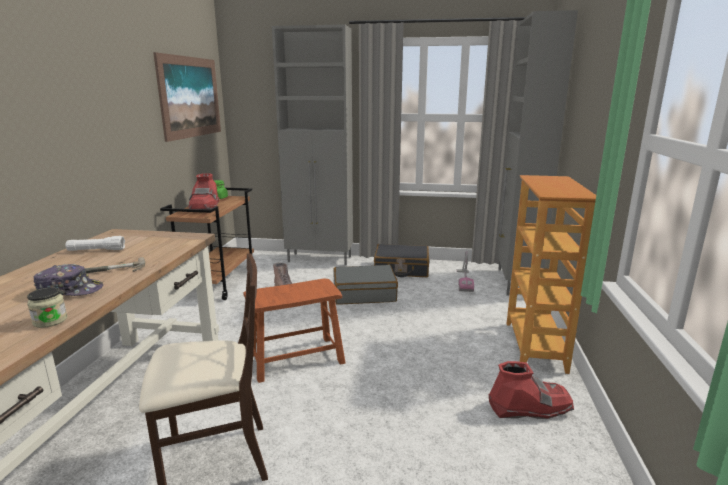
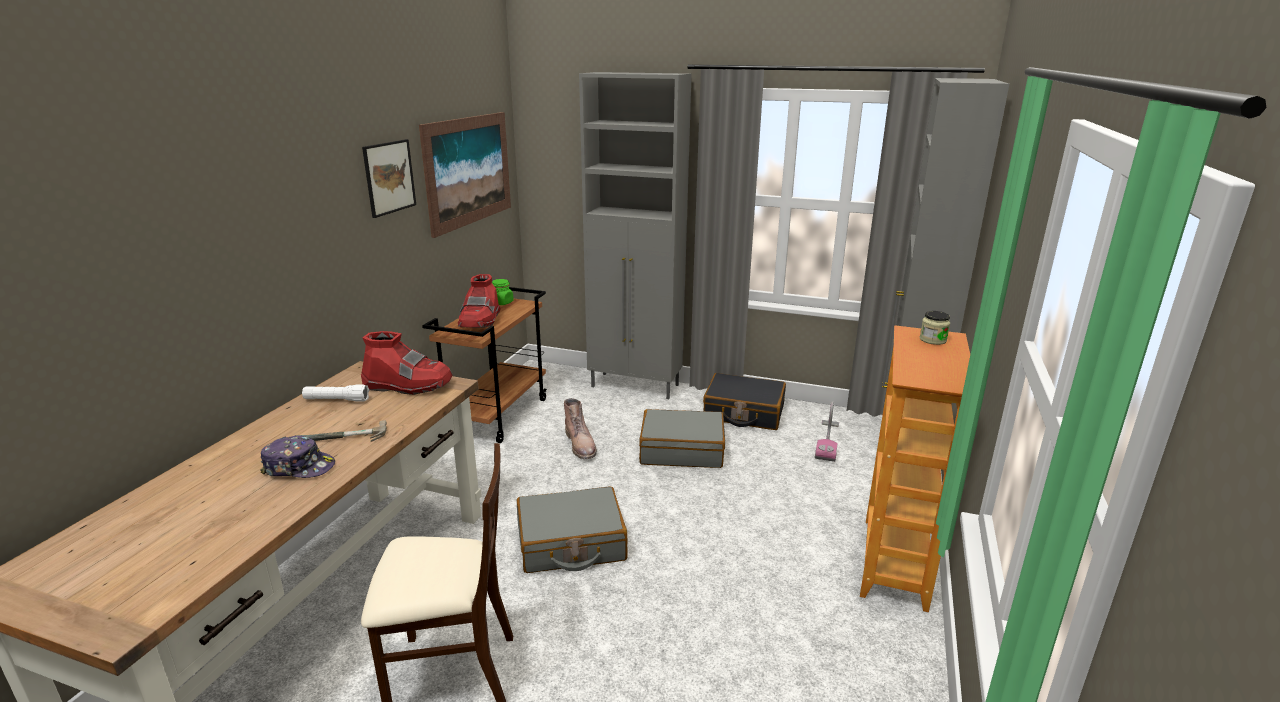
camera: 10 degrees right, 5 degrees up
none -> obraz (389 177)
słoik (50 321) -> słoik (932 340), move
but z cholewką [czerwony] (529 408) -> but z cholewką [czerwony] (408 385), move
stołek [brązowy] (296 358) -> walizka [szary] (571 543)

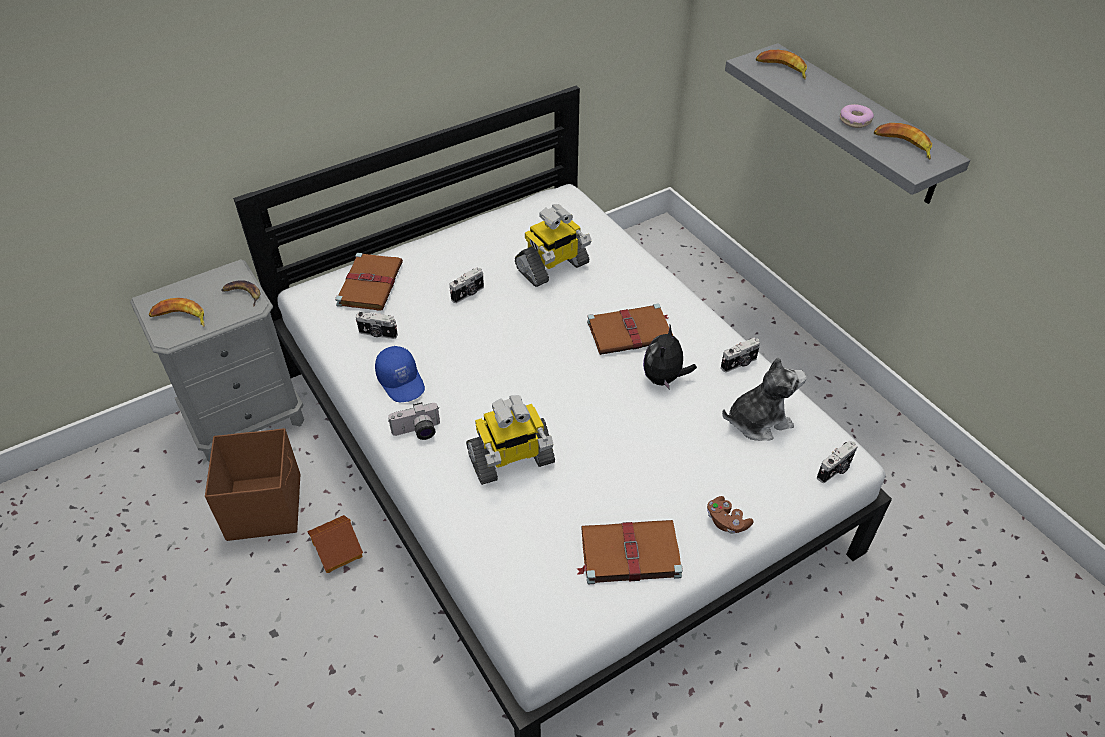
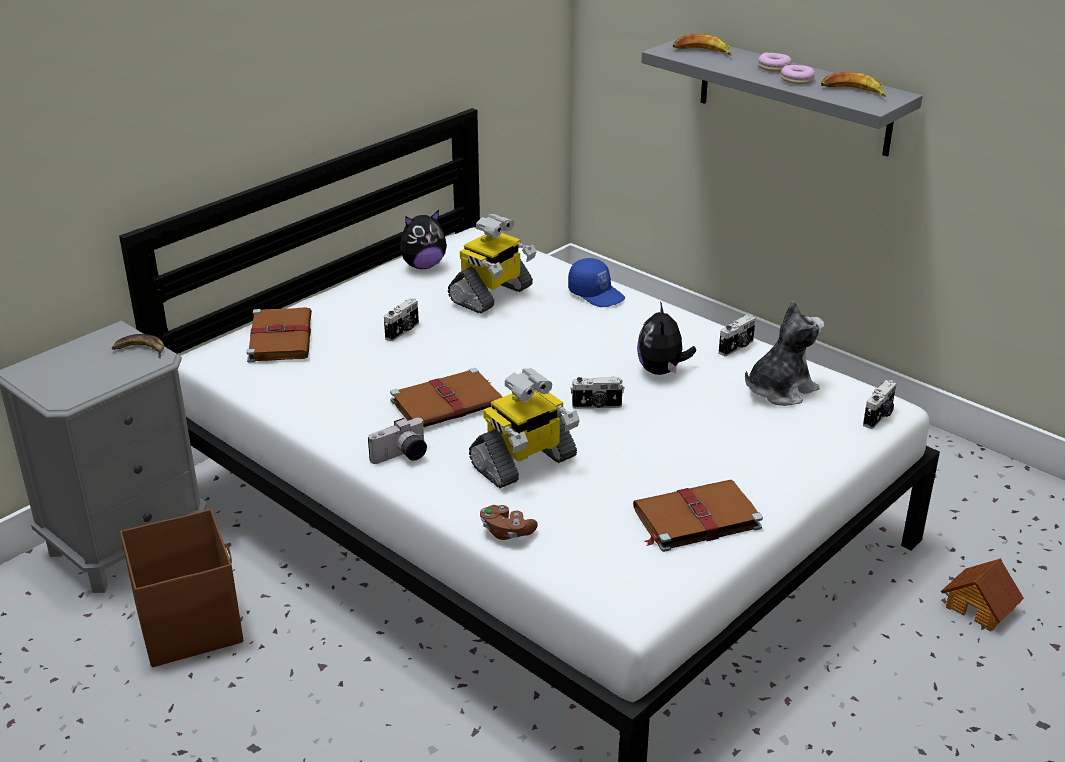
camera: 15 degrees left, 15 degrees down
banan (180 318) -> none
none -> pluszak (423 266)
none -> donut (774 67)
domek (338 549) -> domek (980 607), move
aparat fotograficzny (377 334) -> aparat fotograficzny (597 406), move
czapka z daszkiem [niebieski] (402 381) -> czapka z daszkiem [niebieski] (596 294), move
książka [brązowy] (631 332) -> książka [brązowy] (448 402), move
pad do gier [brązowy] (726 521) -> pad do gier [brązowy] (506 532), move

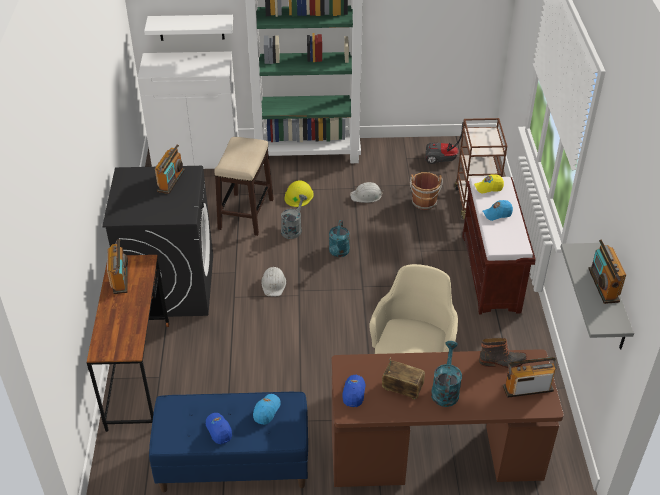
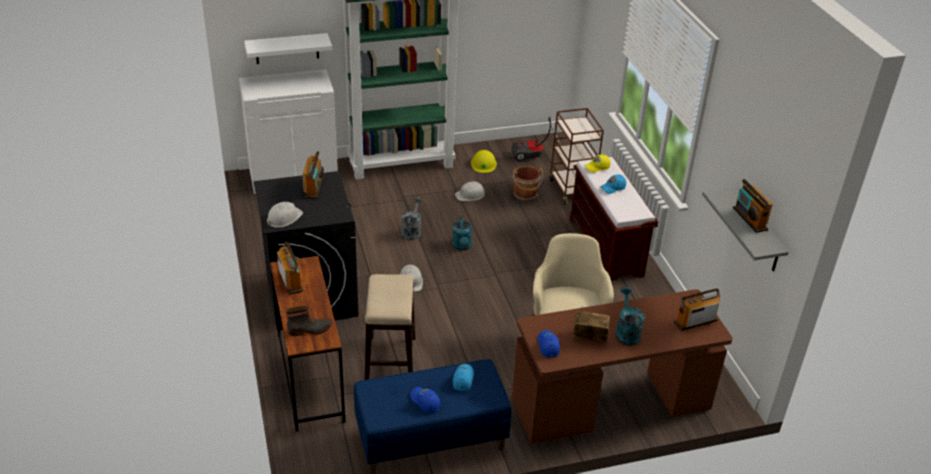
camera: 15 degrees left, 5 degrees down
none -> kask [biały] (284 218)
stołek (246 214) -> stołek (390 360), move
kask [żółty] (298 195) -> kask [żółty] (483 164), move
but z cholewką (502 362) -> but z cholewką (310 330), move

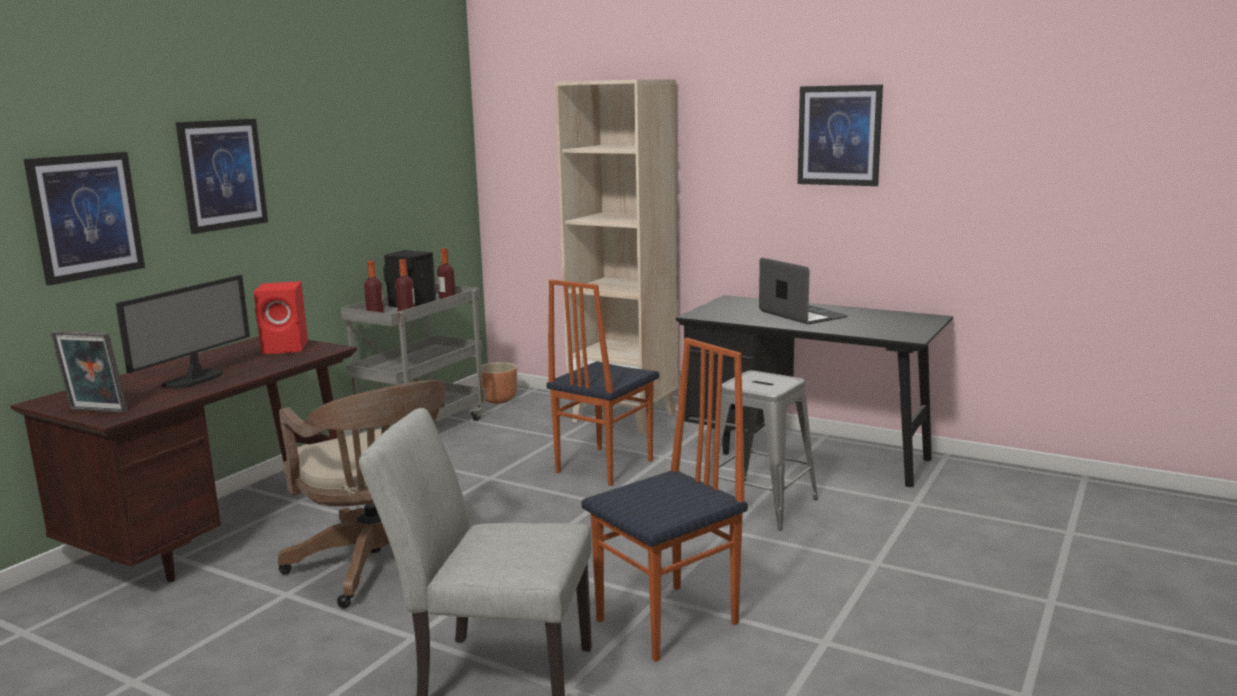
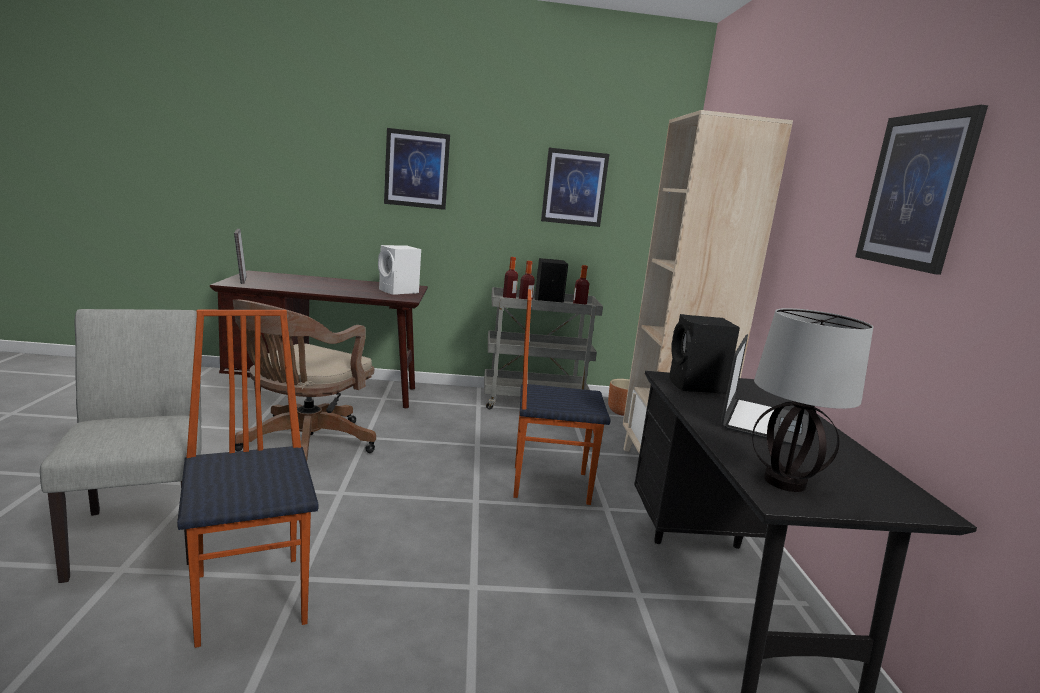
camera: 55 degrees right, 0 degrees up
monitor (195 380) -> none
stołek [szary] (761 504) -> none
none -> głośnik [czarny] (696 386)
none -> lampa stołowa (783 481)
obraz (86 216) -> obraz (574 187), move
głośnik [czerwony] (287 347) -> głośnik [biały] (399 291)
krzesło (670 622) -> krzesło (253 596), 135 degrees counterclockwise

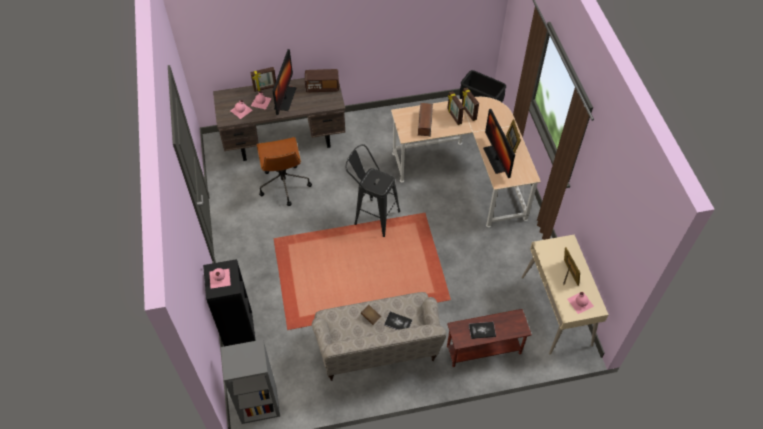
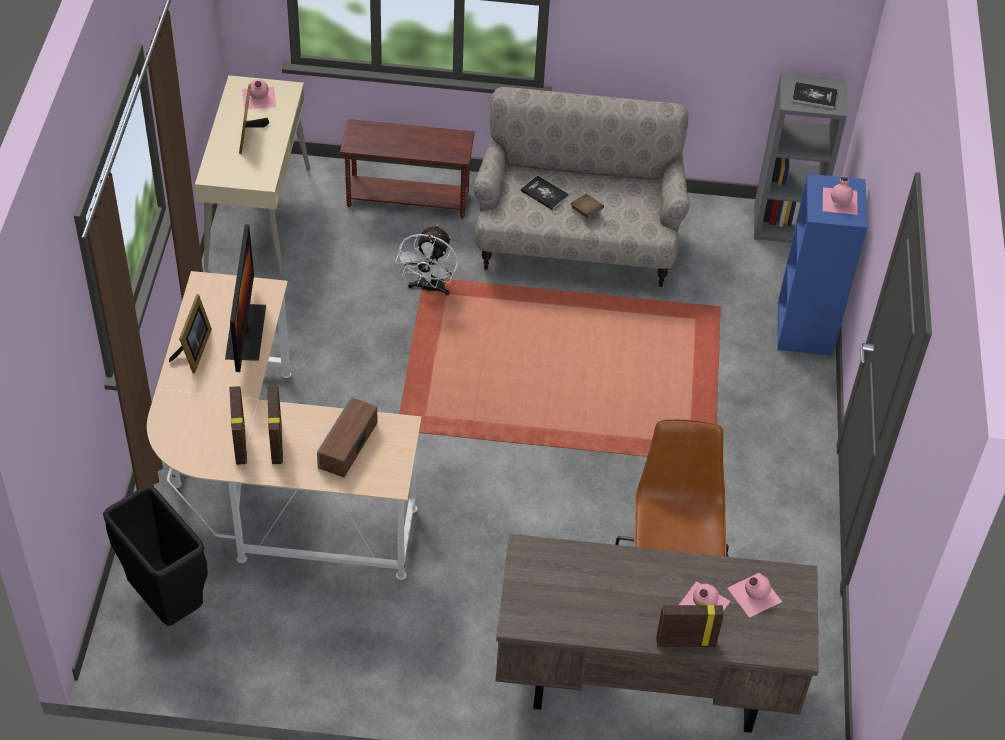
camera: 165 degrees left, 5 degrees down
monitor (285 98) -> none
radio (322 87) -> none
stołek [czarny] (372 215) -> none
none -> wentylator [biały] (429 288)
książka (482 330) -> książka (814 96), move
regał [czarny] (238 329) -> regał [niebieski] (805 329)

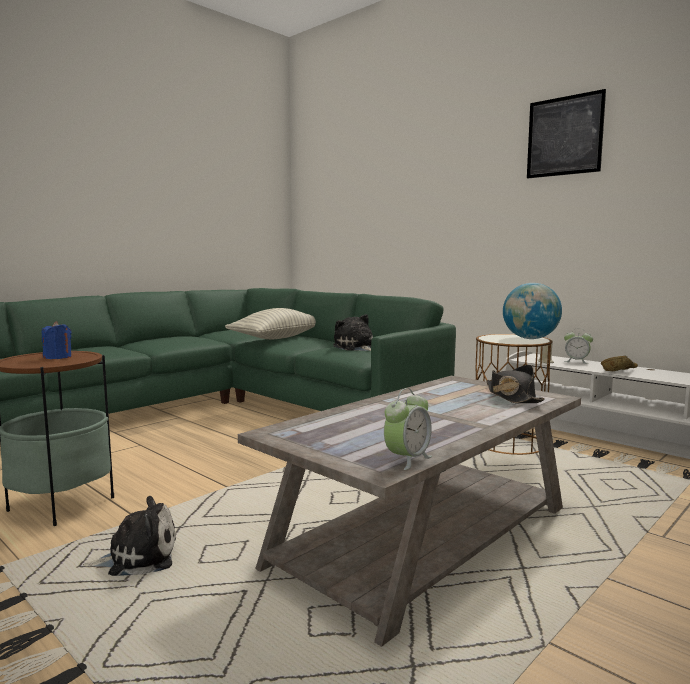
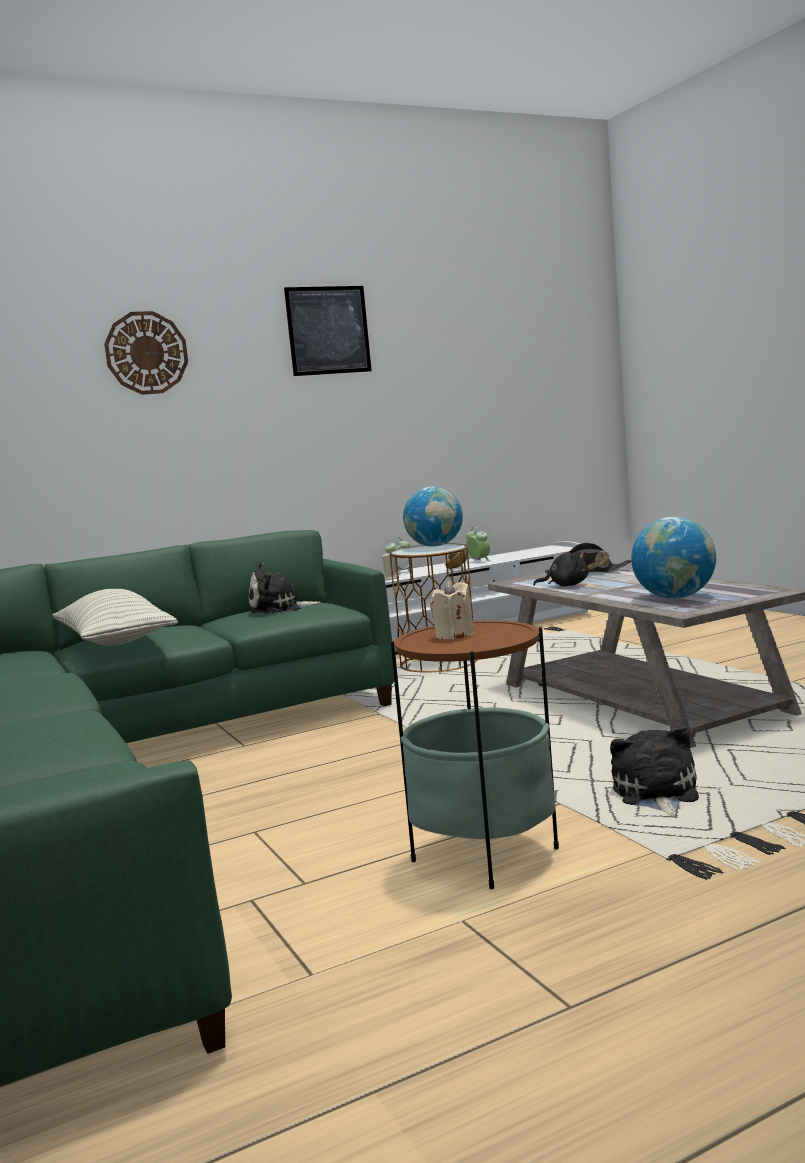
camera: 70 degrees left, 0 degrees up
none -> zegar ścienny (146 353)
none -> pluszak [czarny] (566 585)
none -> globus (675 597)
budzik (407 459) -> budzik (479 561), move
świeca [niebieski] (58 357) -> świeca [beżowy] (454 635)

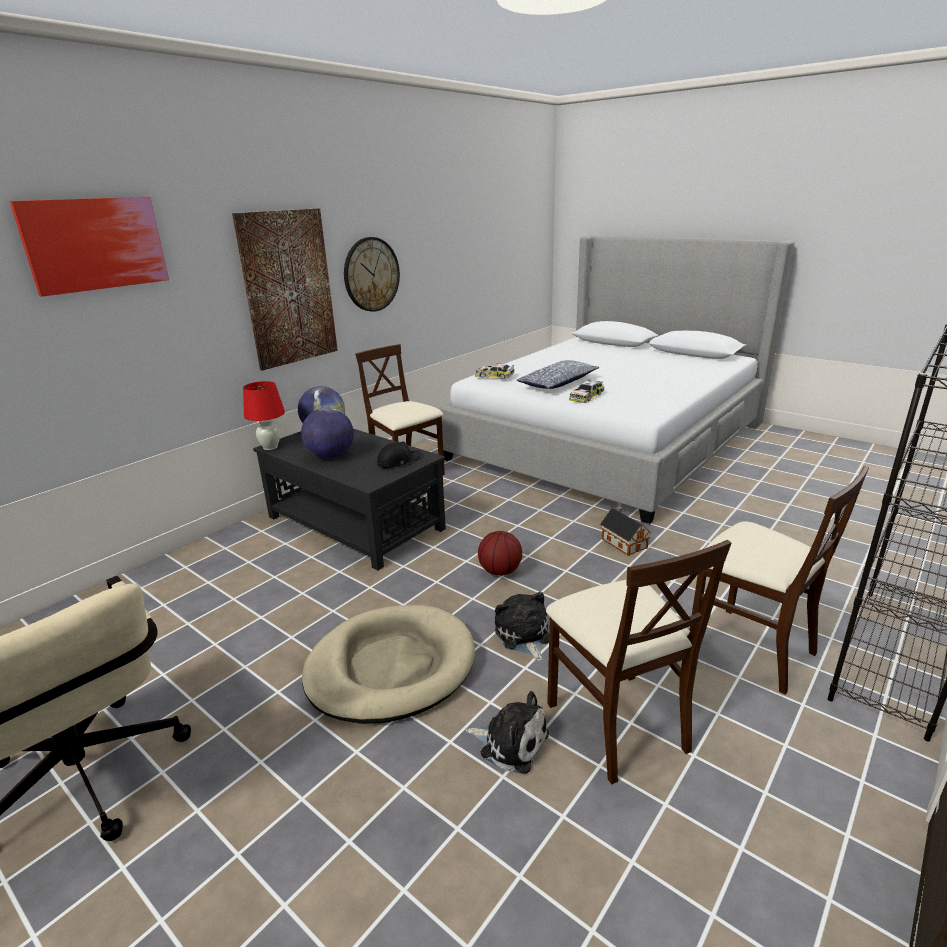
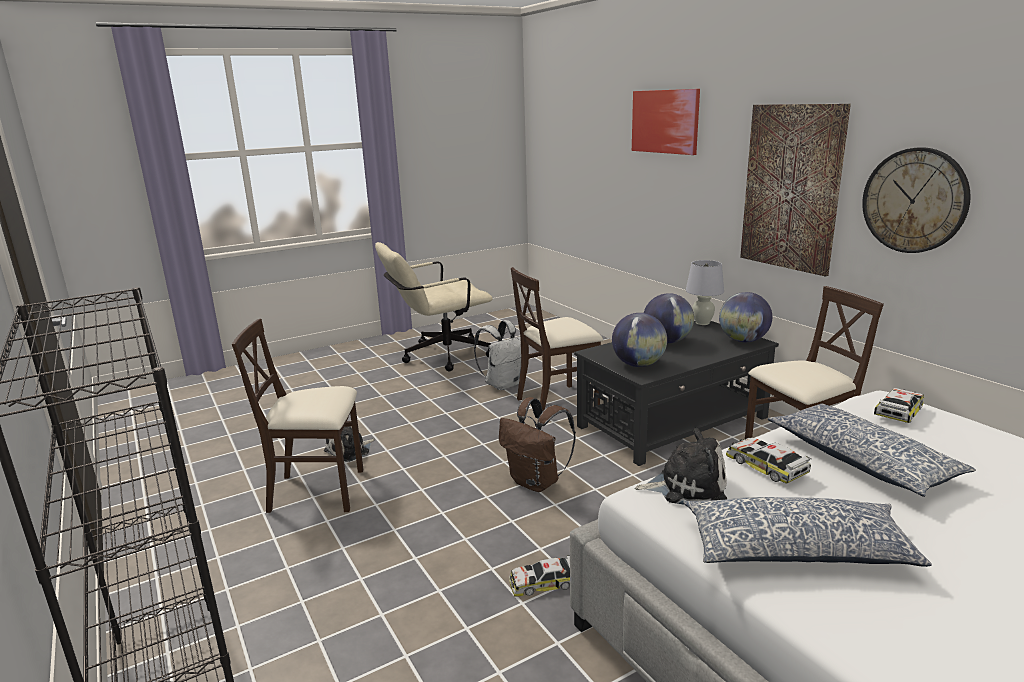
camera: 110 degrees right, 5 degrees down
legowisko [beżowy] (390 667) -> none
none -> plecak [biały] (504 384)
none -> poduszka (797 552)
pluszak (523 636) -> pluszak (687 487), move
krzesło [beżowy] (750 648) -> krzesło [beżowy] (557 402), move
czapka z daszkiem [czarny] (398 461) -> globus (638 365)
piłka do koszykówki (500 571) -> plecak [brązowy] (537 482)
domek (623 542) -> samochodzik (543 583)
lampa stołowa [czerwony] (270 447) -> lampa stołowa [biały] (702 323)

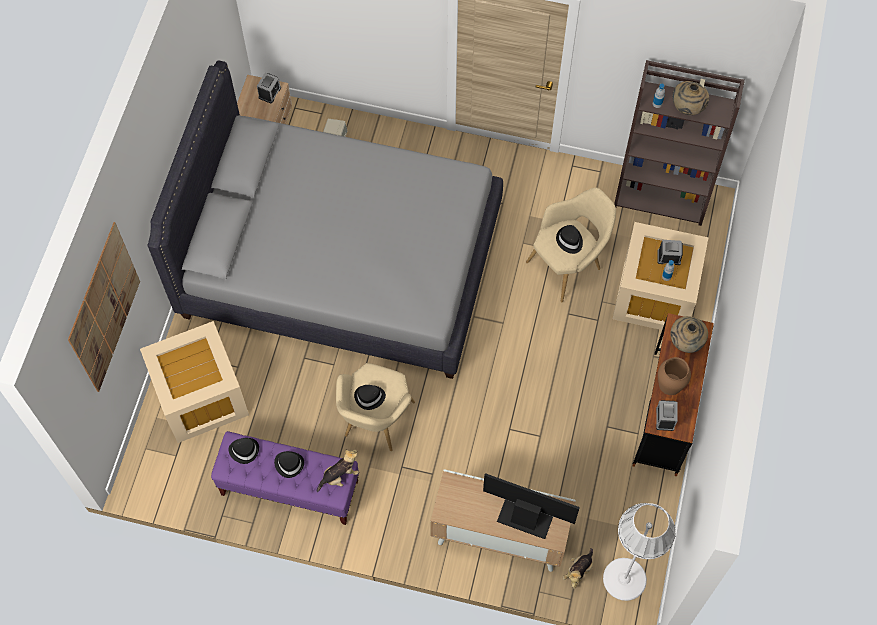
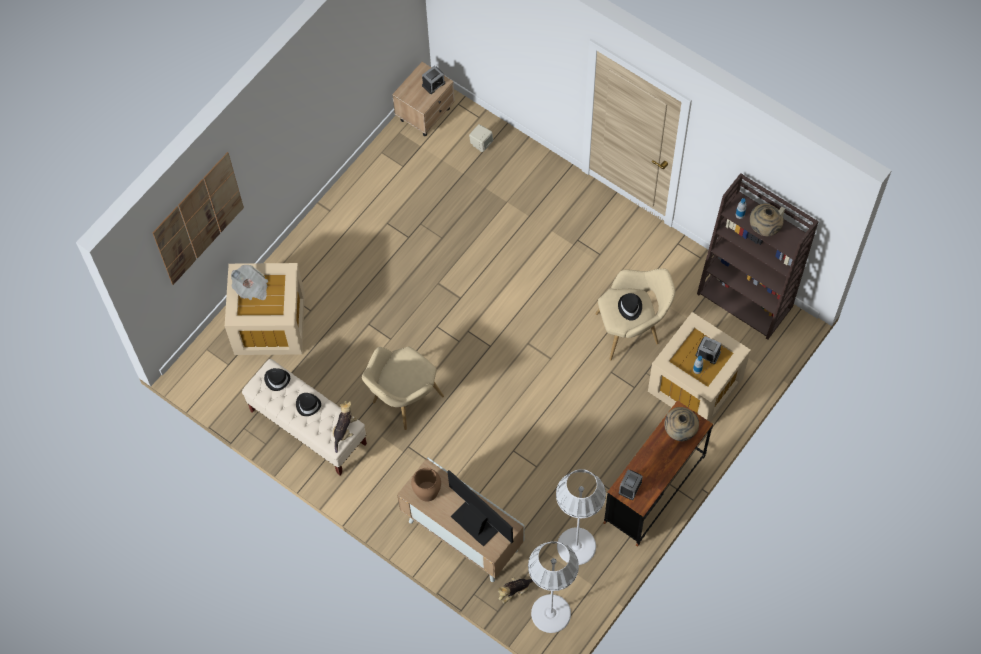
camera: 25 degrees right, 0 degrees up
łóżko [szary] (341 262) -> none
kapelusz [czarny] (369 397) -> none
none -> gazeta (251 288)
none -> lampa stojąca [biały] (576 546)
wazon [brązowy] (670 384) -> wazon [brązowy] (427 491), move
ławka [fioletowy] (289 488) -> ławka [beżowy] (308 427)
pluszak (339 476) -> pluszak (344 430), 60 degrees counterclockwise

